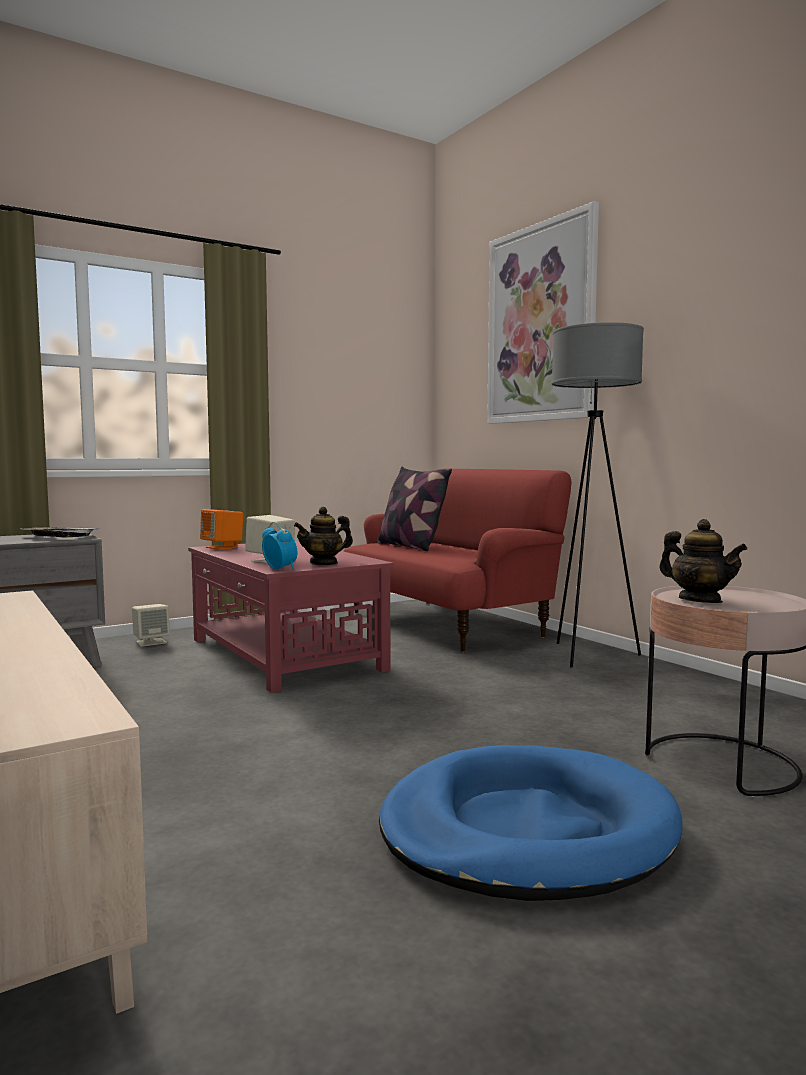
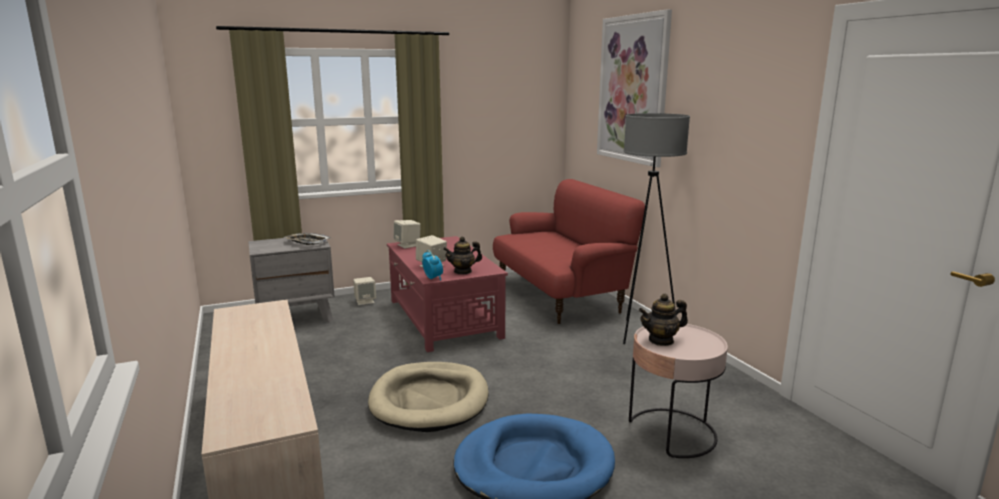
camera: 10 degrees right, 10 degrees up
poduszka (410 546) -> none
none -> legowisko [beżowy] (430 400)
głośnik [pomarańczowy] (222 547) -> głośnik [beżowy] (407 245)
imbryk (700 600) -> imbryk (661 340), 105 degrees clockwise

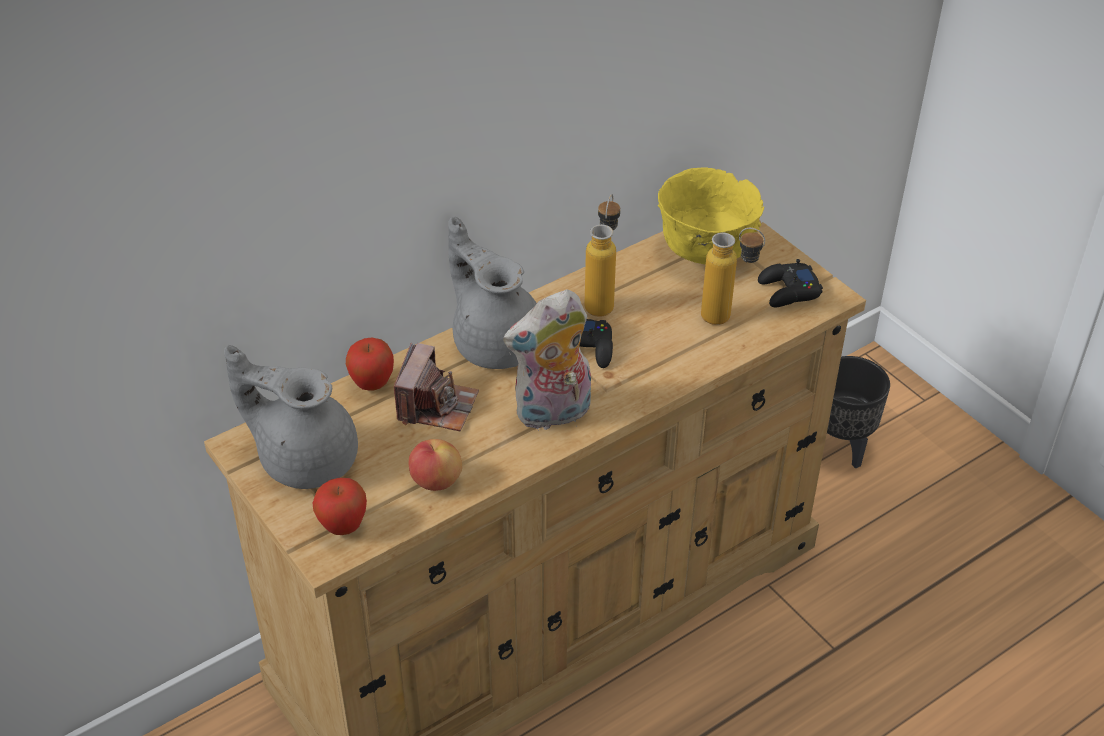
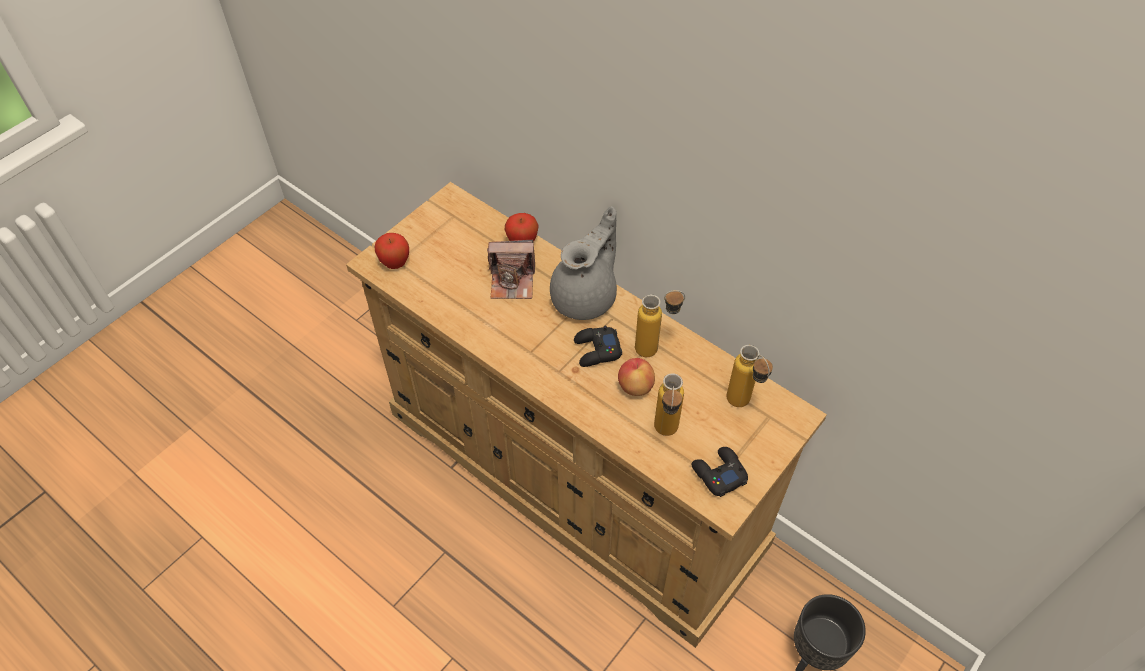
camera: 75 degrees right, 10 degrees up
imbryk [szary] (305 458) -> none
pluszak (553 414) -> none
jabłko (435 481) -> jabłko (635 386), move
miska [żółty] (705 253) -> butelka (743 406)

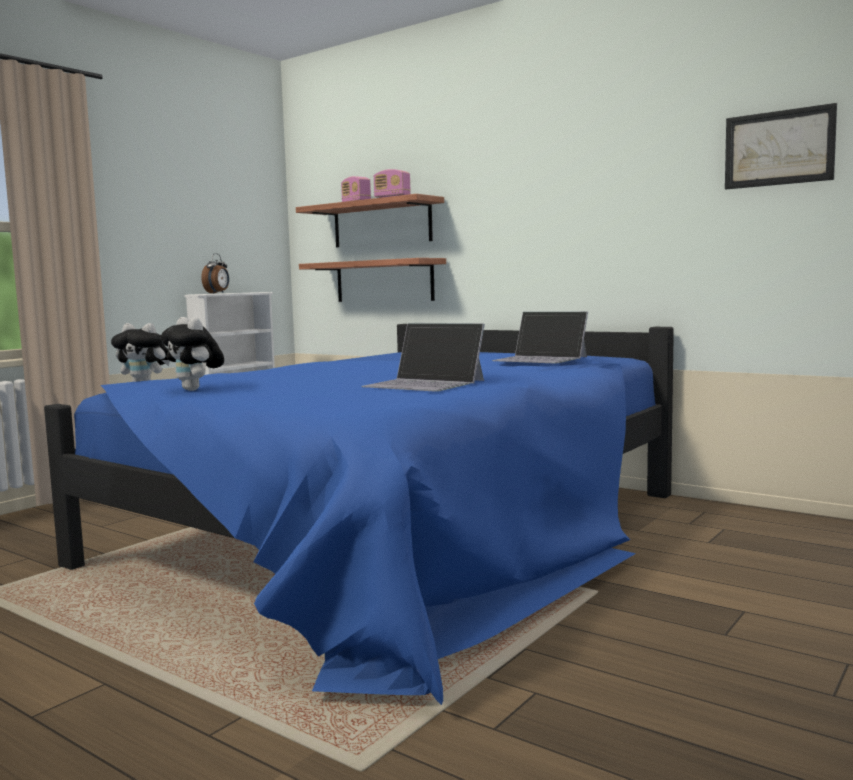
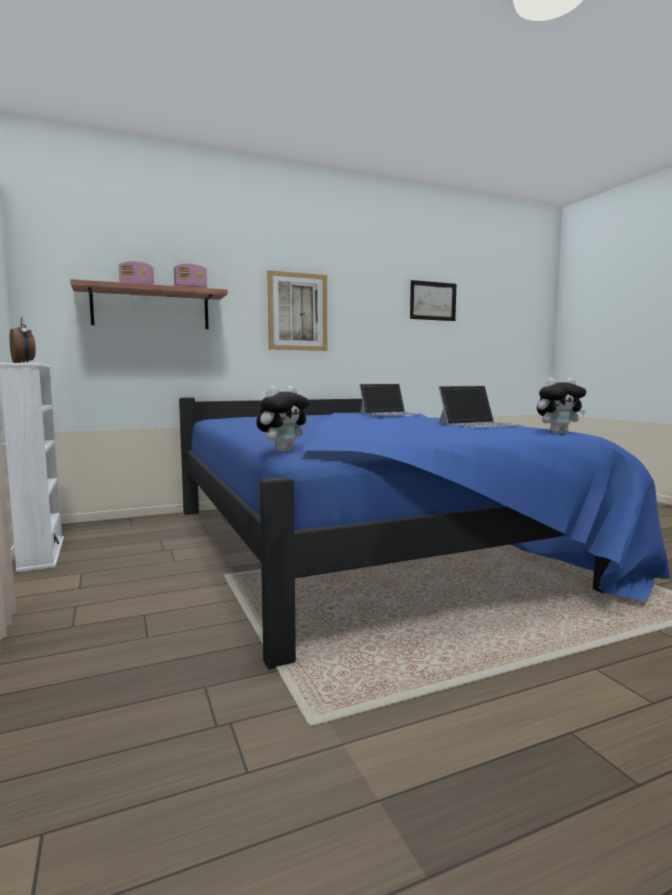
camera: 60 degrees left, 0 degrees up
półka (384 281) -> none
none -> obraz (297 312)
pluszak (195 390) -> pluszak (558 433), move

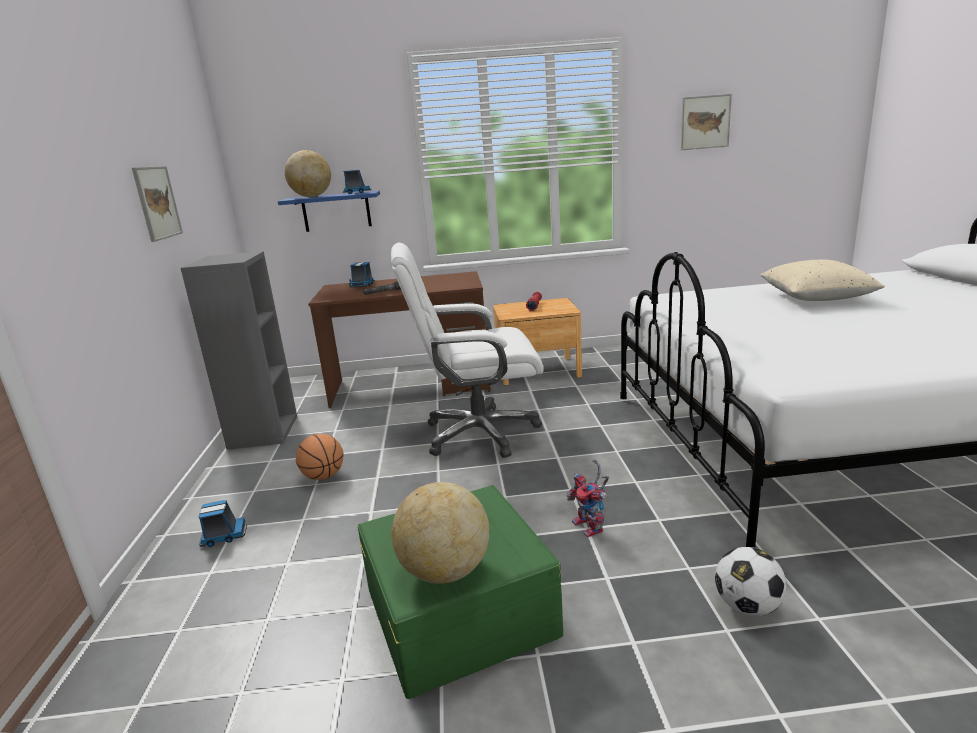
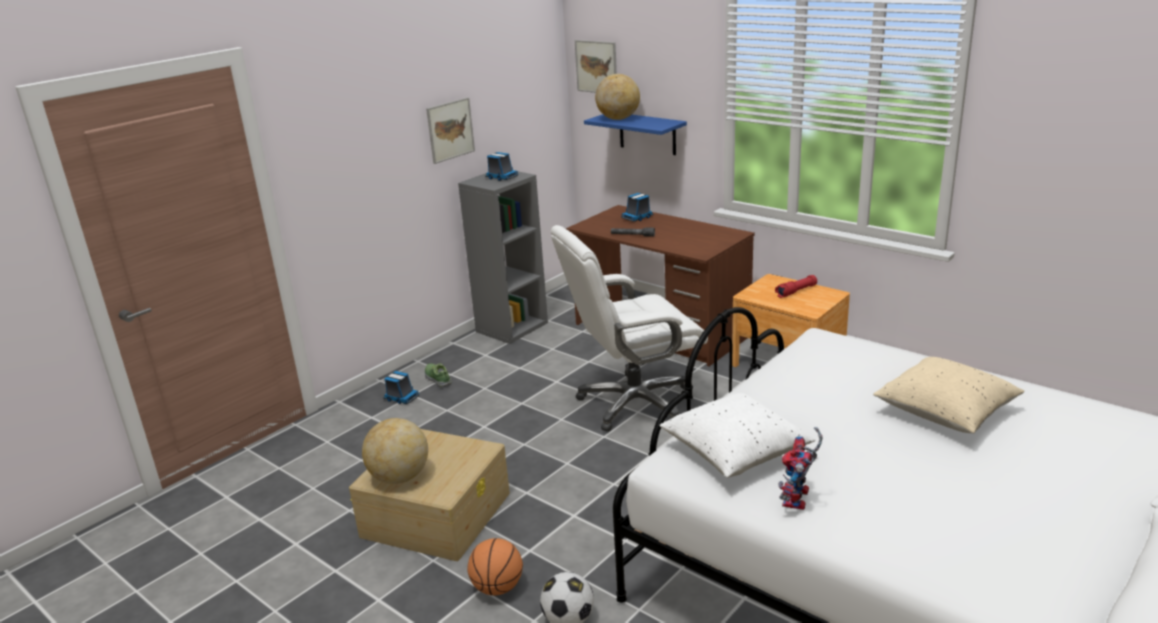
camera: 45 degrees right, 5 degrees up
none -> but (438 378)
none -> poduszka [biały] (735 453)
piłka do koszykówki (323 476) -> piłka do koszykówki (497 588), move
ciężarówka zabawkowa (356 193) -> ciężarówka zabawkowa (501 177), move
robot zabawkowy (591 528) -> robot zabawkowy (798 501), move
obraz (705 122) -> obraz (596 67), move
pojemnik do przechowywania [zielony] (459 609) -> pojemnik do przechowywania [beżowy] (437 513)
krzesło biurowe [biały] (479 433) -> krzesło biurowe [biały] (634 403), 60 degrees counterclockwise

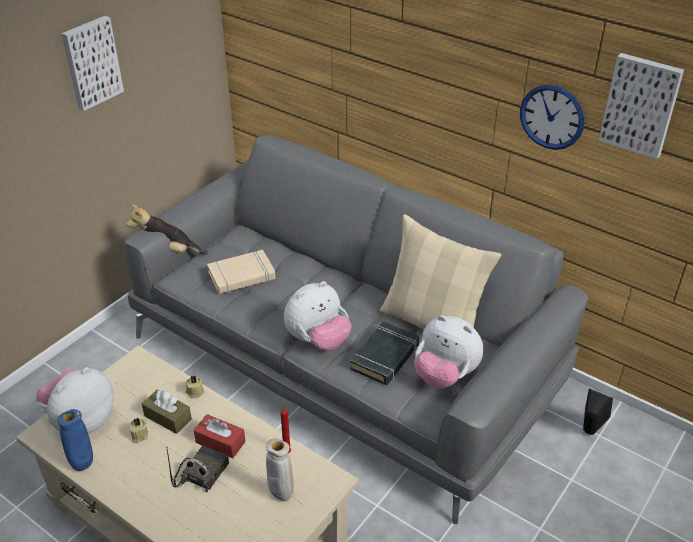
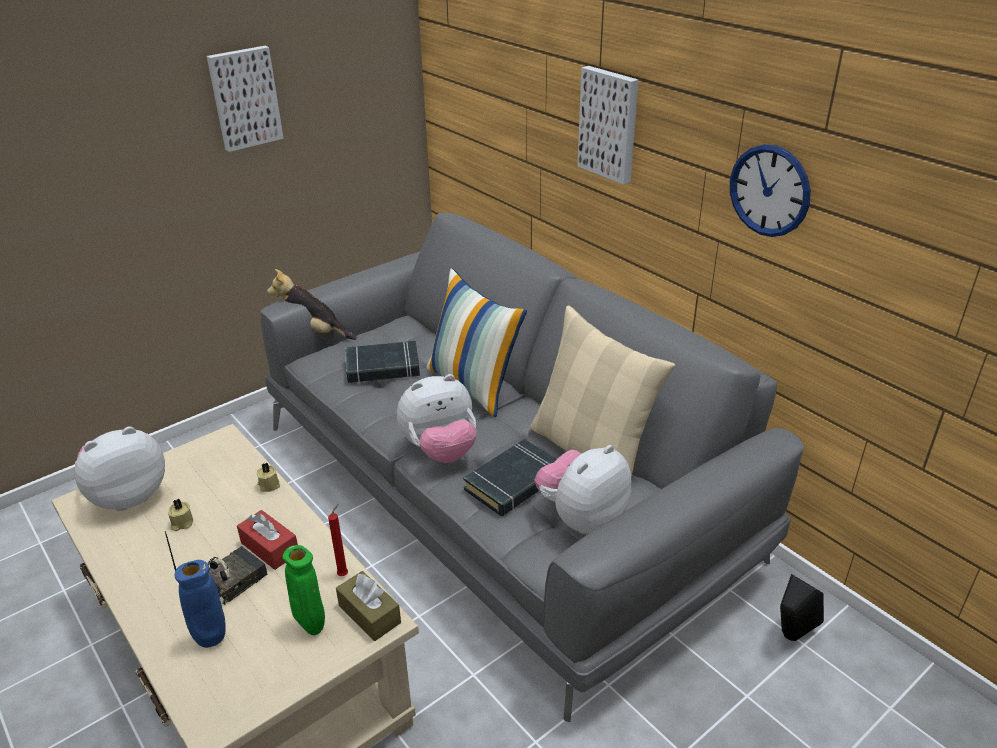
camera: 15 degrees right, 5 degrees down
none -> poduszka (474 385)
wazon [niebieski] (83 465) -> wazon [niebieski] (212 639), move
pudełko chusteczek [brązowy] (168 417) -> pudełko chusteczek [brązowy] (369 614), move
obraz (641 104) -> obraz (610 124), move
książka [beżowy] (242 276) -> książka [czarny] (383 367)
wazon [beżowy] (281 496) -> wazon [zielony] (311 627)
pluszak (445 375) -> pluszak (582 517), 90 degrees clockwise

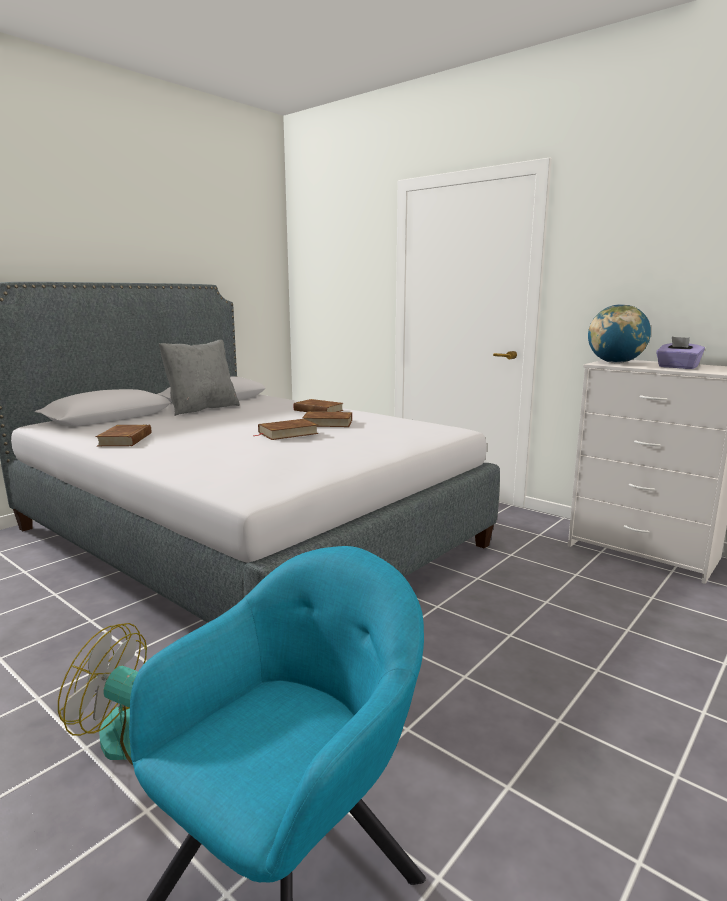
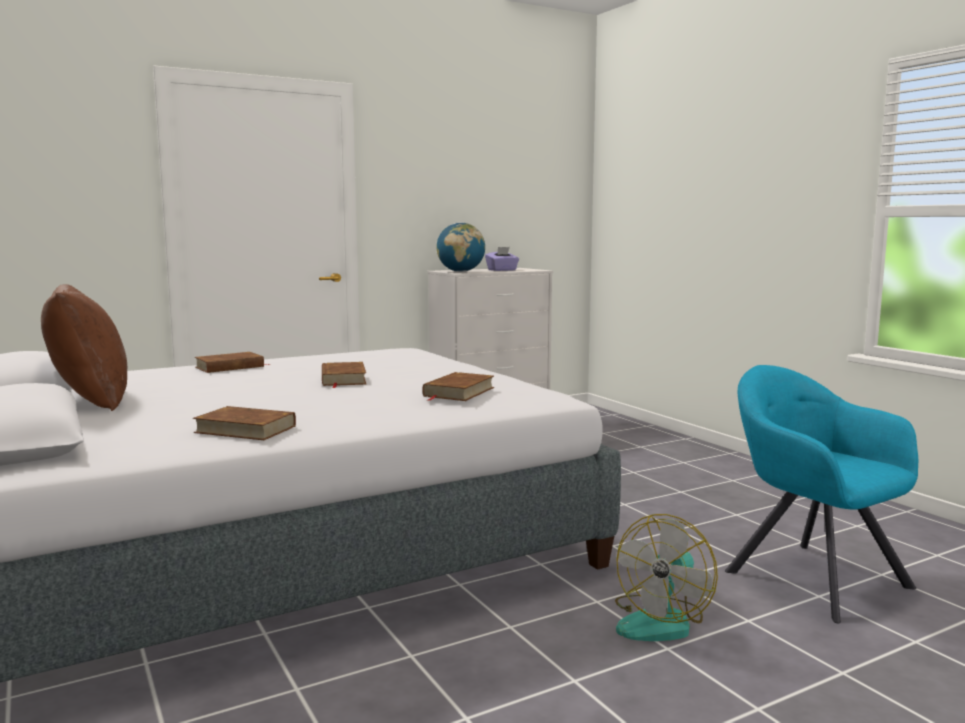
camera: 70 degrees left, 5 degrees down
książka [brązowy] (327 423) -> książka [brązowy] (458 392), move
poduszka [szary] (202 409) -> poduszka [brązowy] (90 400)

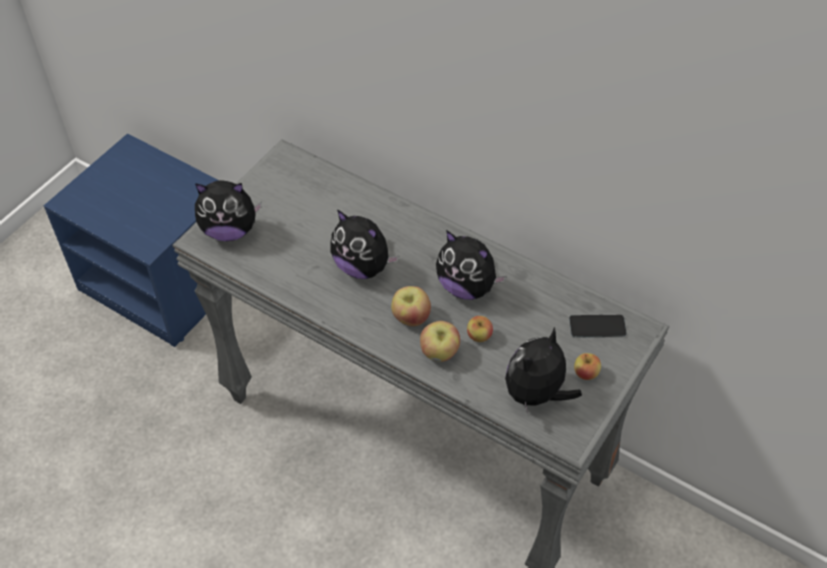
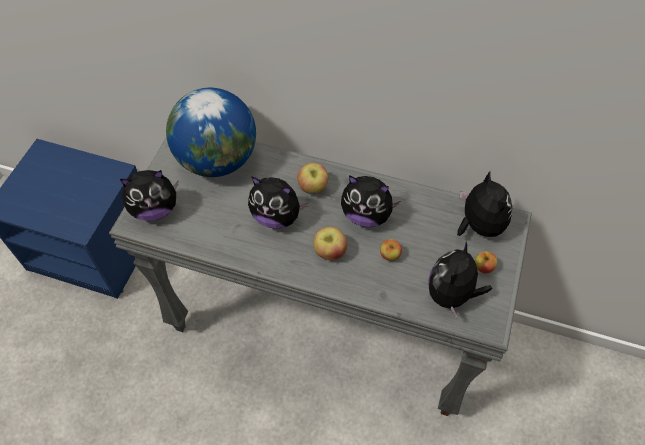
camera: 15 degrees left, 5 degrees up
none -> globus (217 160)
jabłko (439 352) -> jabłko (313 187), move
telefon (597 326) -> pluszak (478 226)

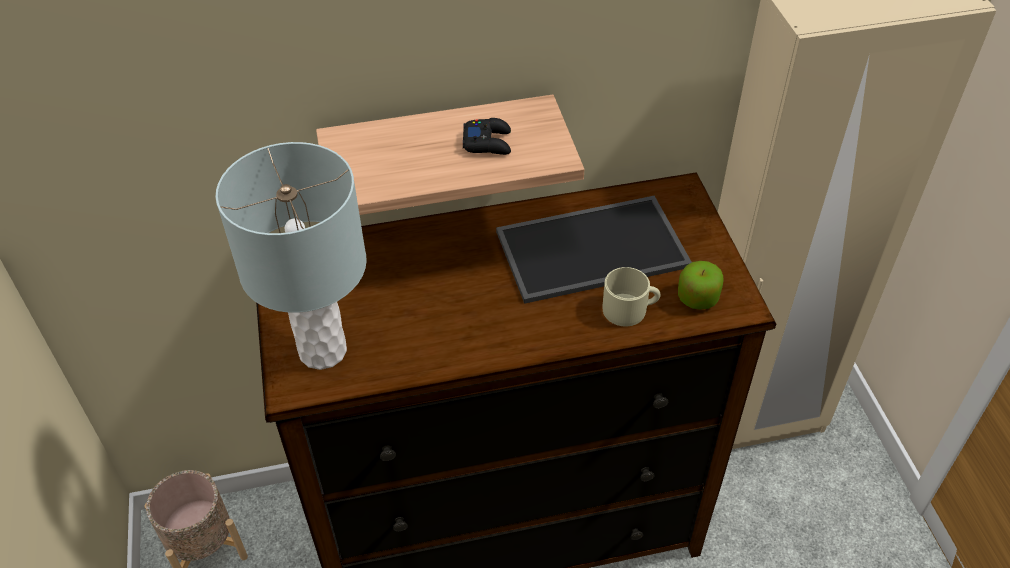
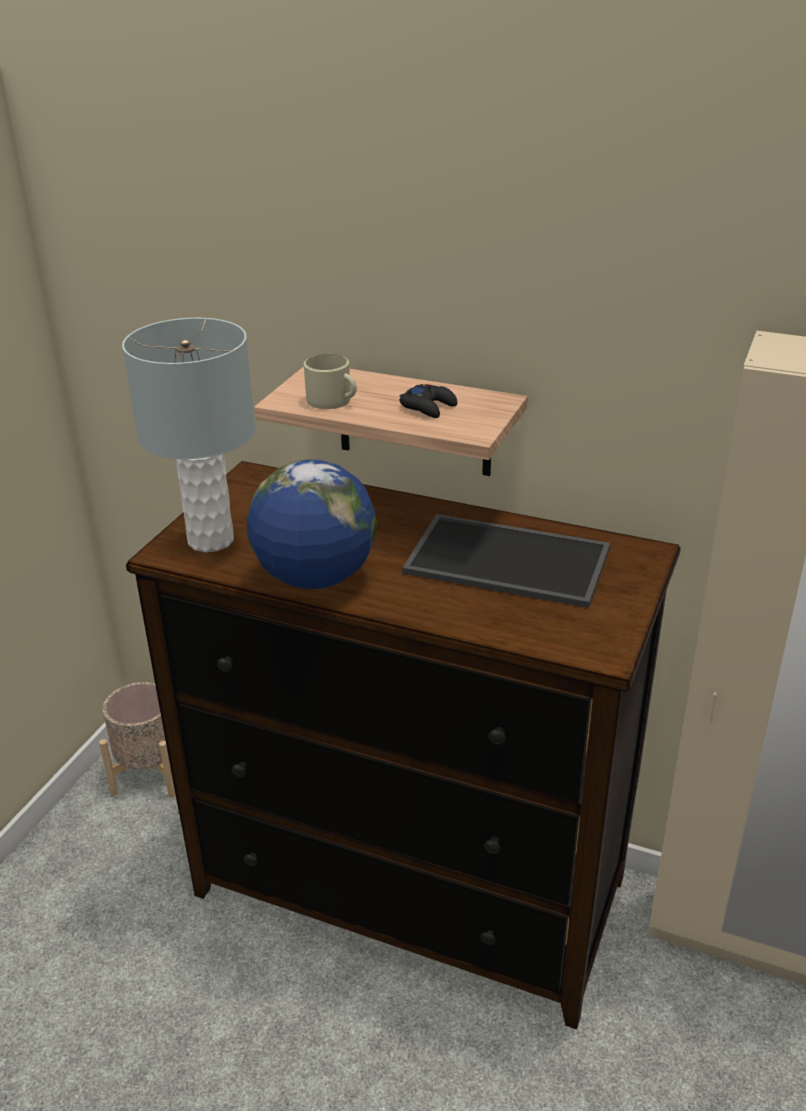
camera: 35 degrees right, 15 degrees down
jabłko (697 298) -> none
none -> globus (315 578)
kubek [beżowy] (630 309) -> kubek [beżowy] (333 401), move

